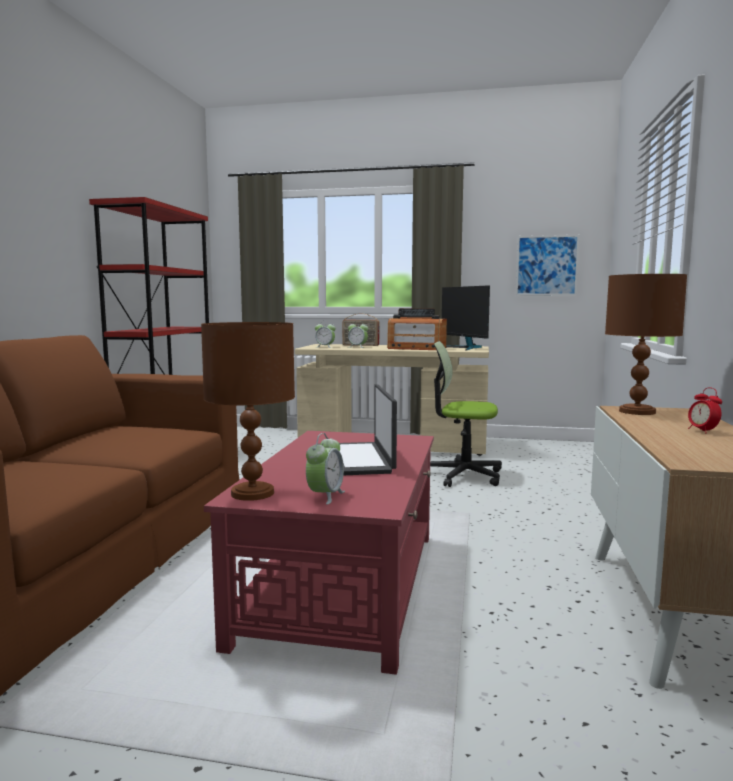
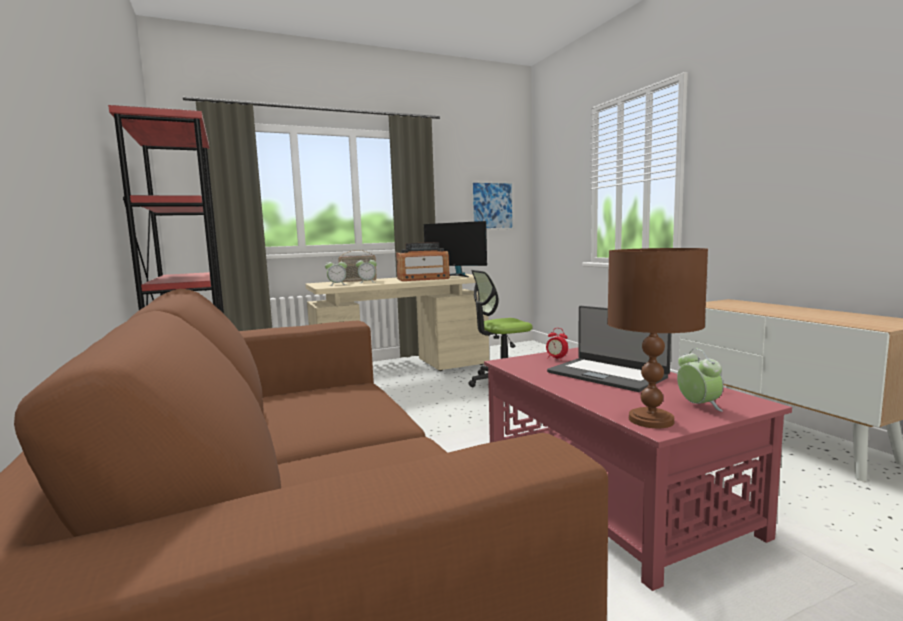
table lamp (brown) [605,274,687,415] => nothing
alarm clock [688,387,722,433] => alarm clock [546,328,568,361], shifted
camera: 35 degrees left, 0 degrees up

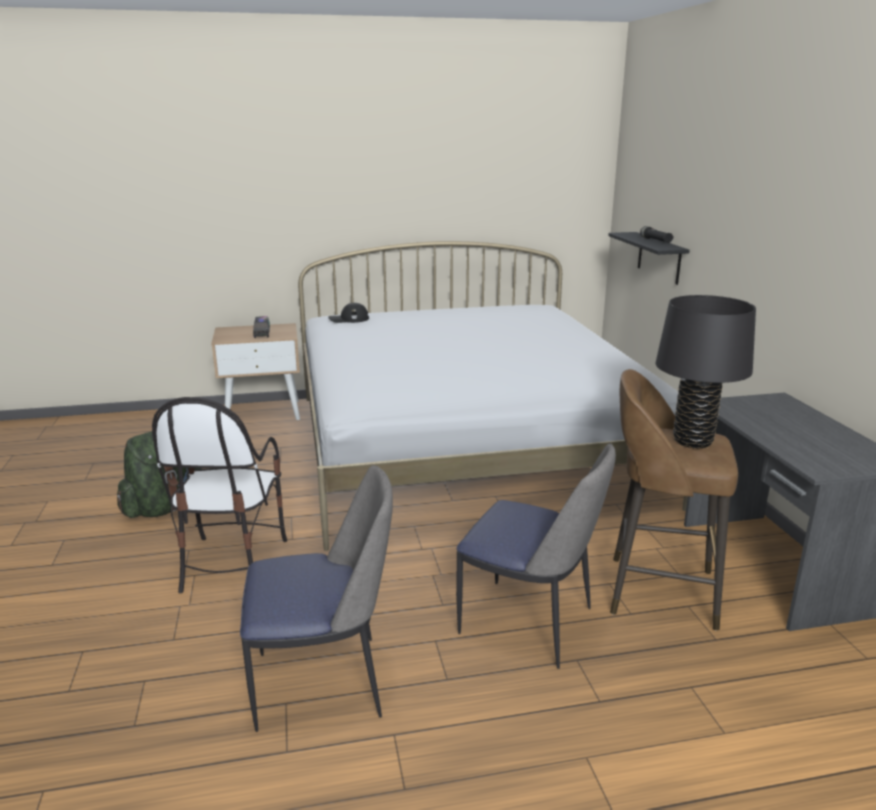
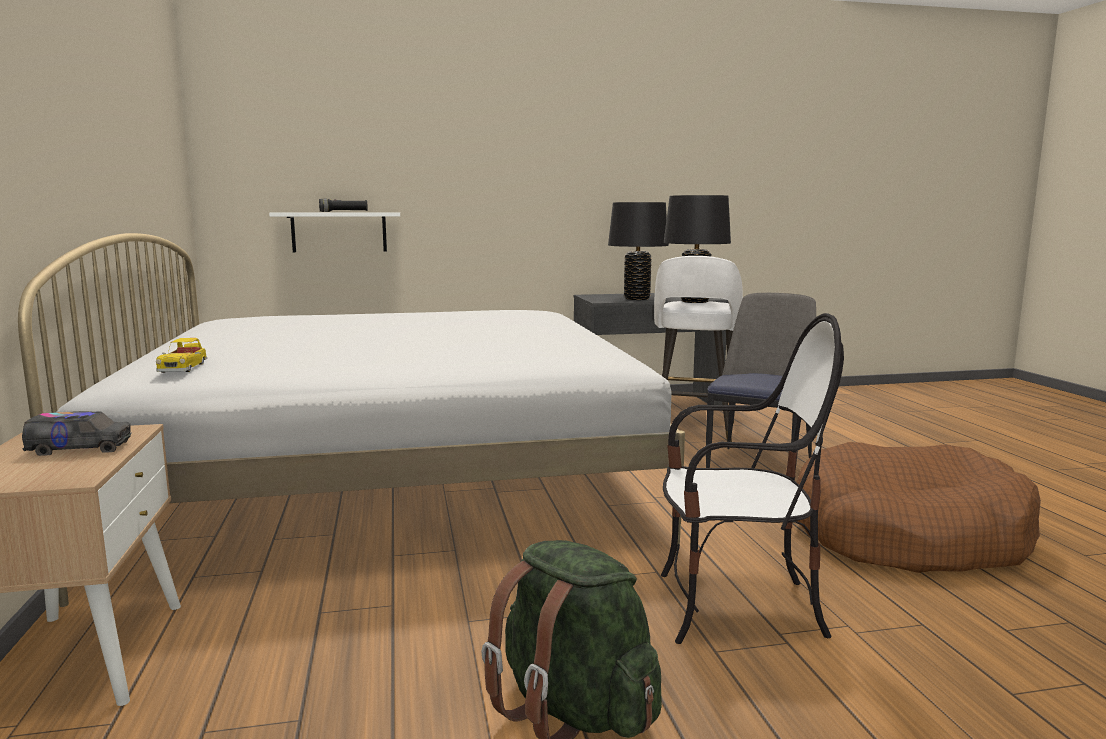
chair [240,465,393,732] => dog bed (brown) [797,442,1041,573]
cap (black) [328,303,369,323] => toy car [156,338,207,373]
shelf (black) [608,232,690,285] => shelf (white) [269,212,400,252]
stool (brown) [610,369,738,631] => stool (white) [654,256,743,442]
nothing => table lamp (black) [608,202,669,300]
camera: 90 degrees left, 10 degrees down

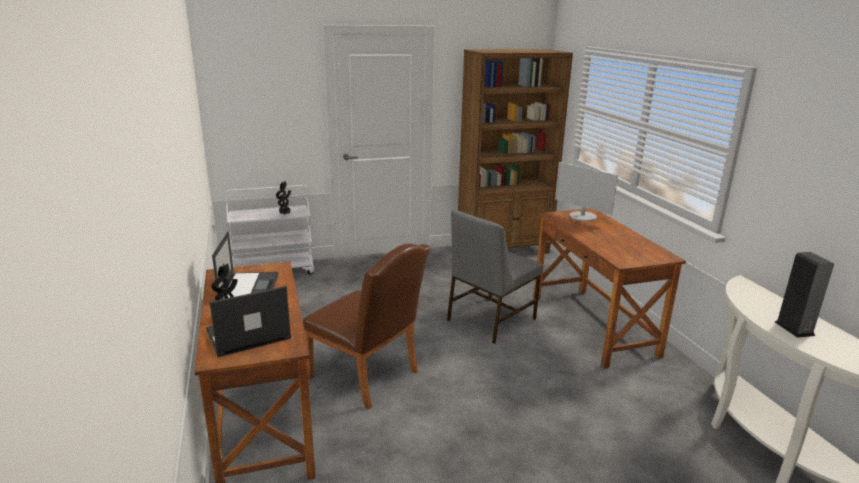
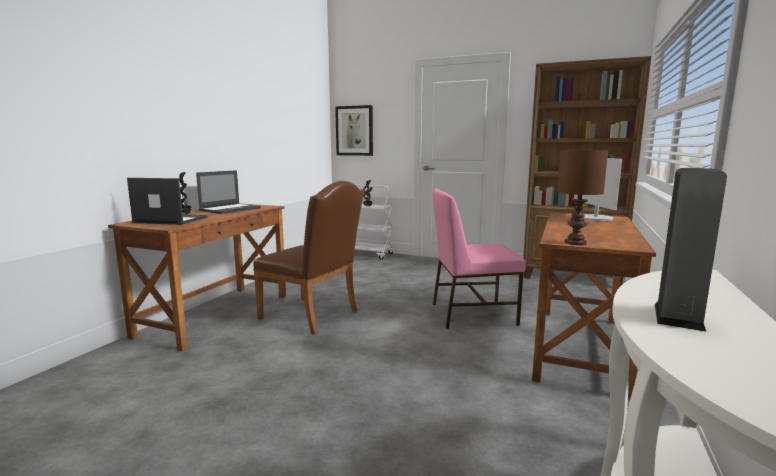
chair (brown) [303,243,430,409] => chair (brown) [253,181,365,335], 45 degrees counterclockwise
chair (grey) [447,210,543,344] => chair (pink) [432,189,526,328]
nothing => picture [335,105,373,156]
nothing => table lamp (brown) [557,150,608,245]
camera: 40 degrees right, 10 degrees down

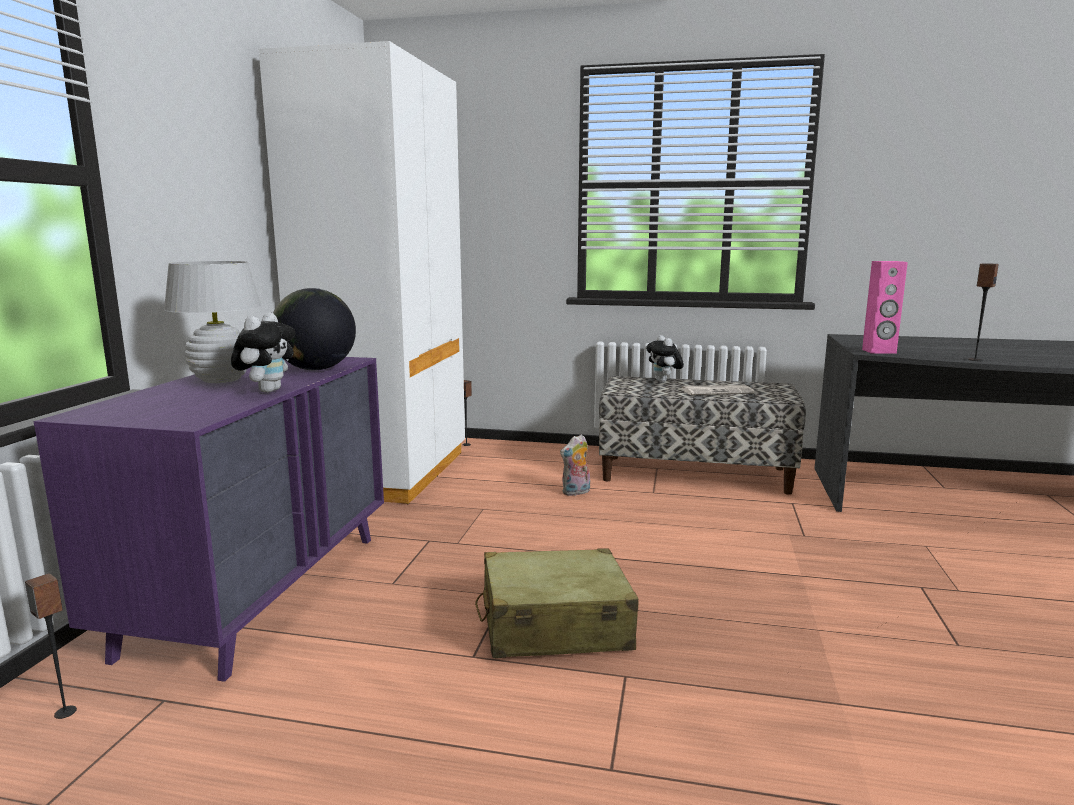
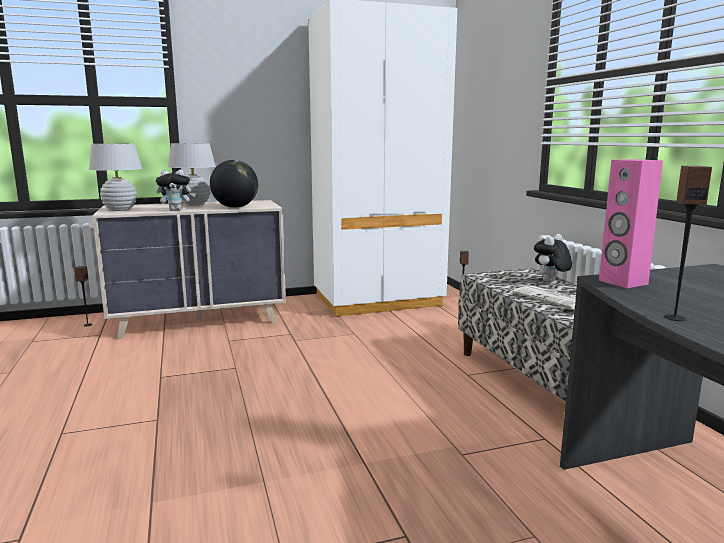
dresser (purple) [34,357,384,682] => dresser (beige) [92,200,286,339]
suitcase (beige) [475,548,639,658] => nothing
plush toy [560,434,590,496] => nothing
nothing => table lamp (white) [89,144,142,211]
camera: 60 degrees right, 0 degrees up

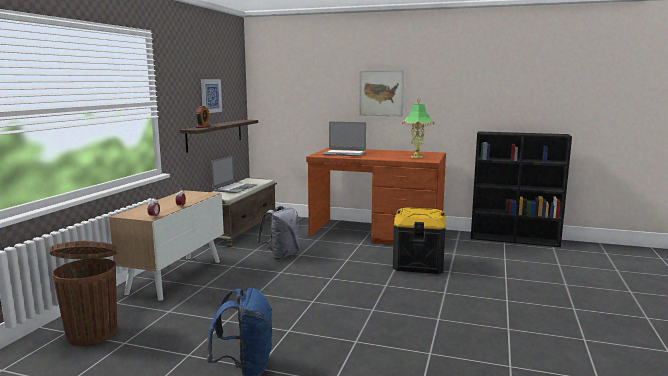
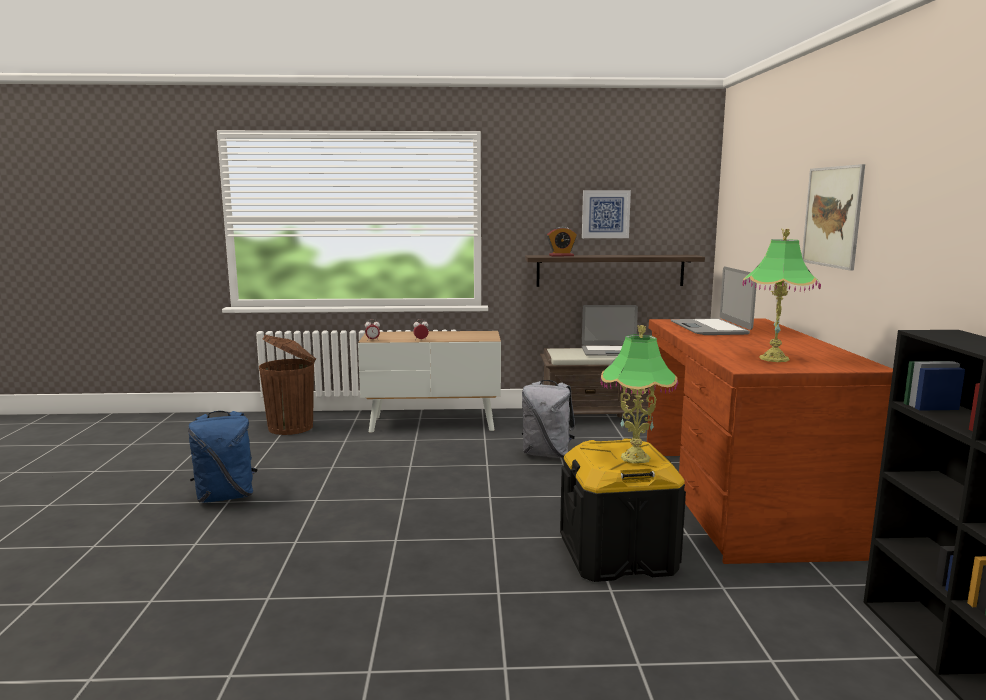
nothing => table lamp [600,325,678,463]
camera: 70 degrees right, 0 degrees up

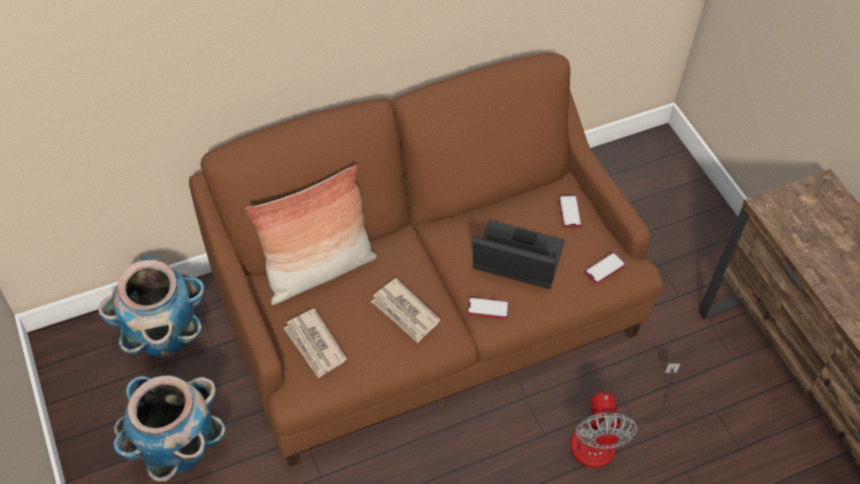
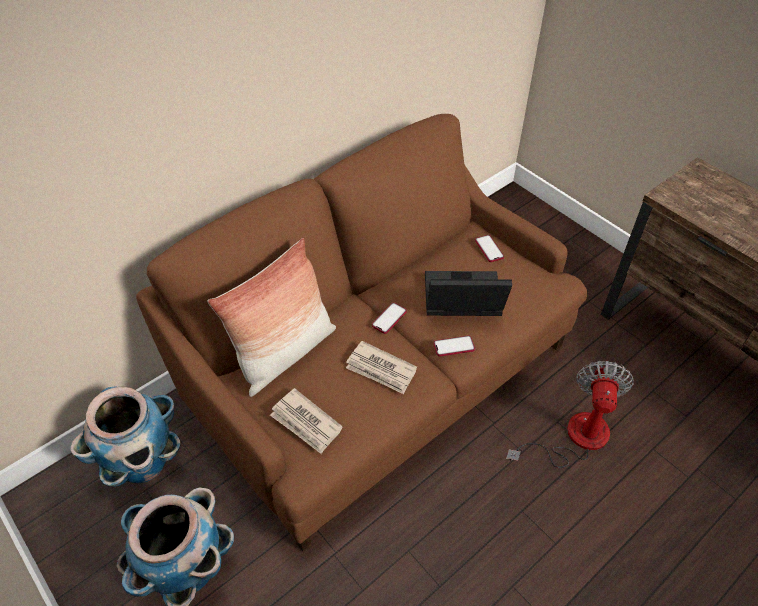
fan [570,364,680,468] => fan [506,361,634,468], 150 degrees counterclockwise
phone [585,252,625,284] => phone [372,303,407,334], shifted
camera: 15 degrees left, 5 degrees down

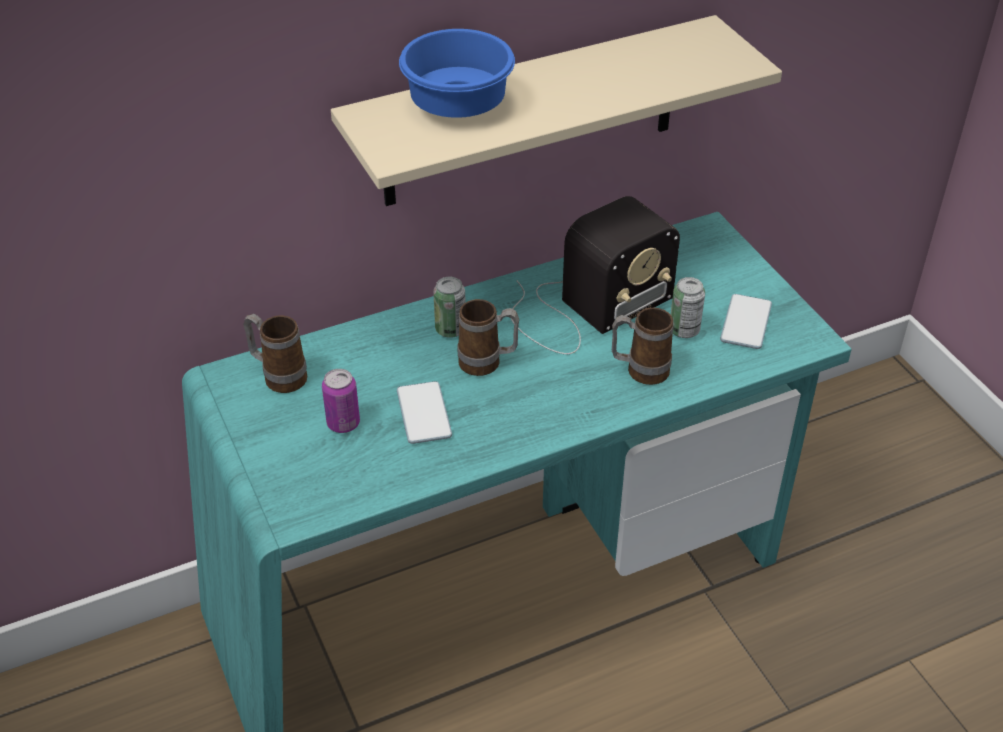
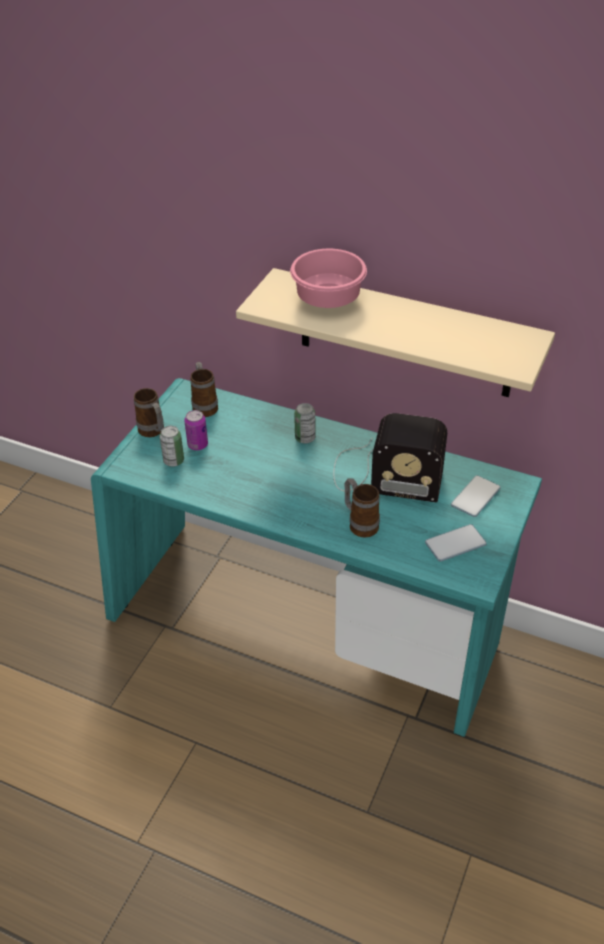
phone [397,381,452,444] => phone [451,475,501,517], shifted
bowl (blue) [399,29,515,118] => bowl (pink) [290,249,367,308]
mug [458,299,519,376] => mug [134,388,164,437], shifted
can [671,277,705,338] => can [160,426,184,467], shifted
camera: 50 degrees right, 0 degrees up

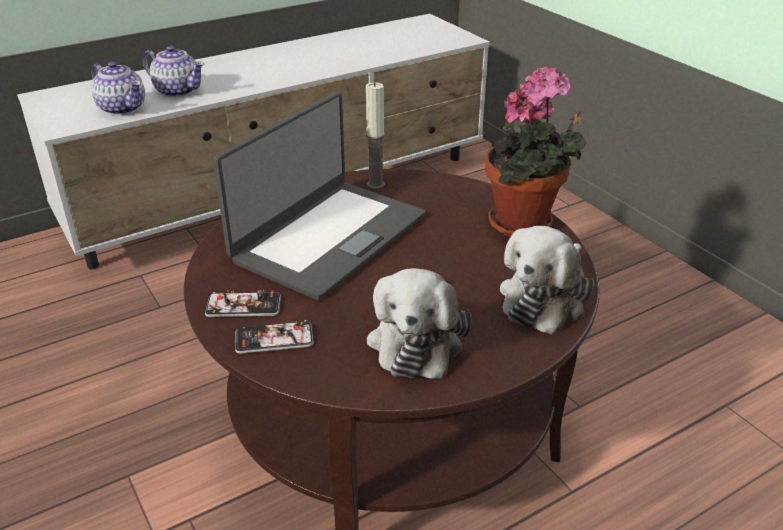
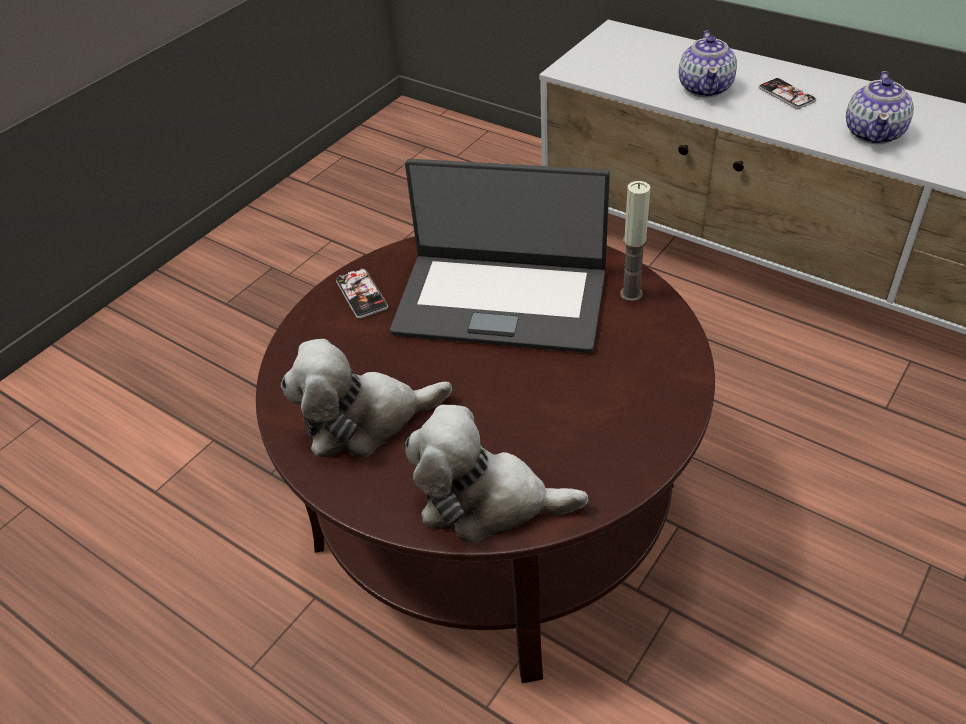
teapot [91,61,145,115] => teapot [846,71,914,144], shifted
phone [235,320,313,354] => phone [759,78,816,109], shifted
potted plant [485,66,586,237] => nothing
camera: 70 degrees right, 10 degrees up

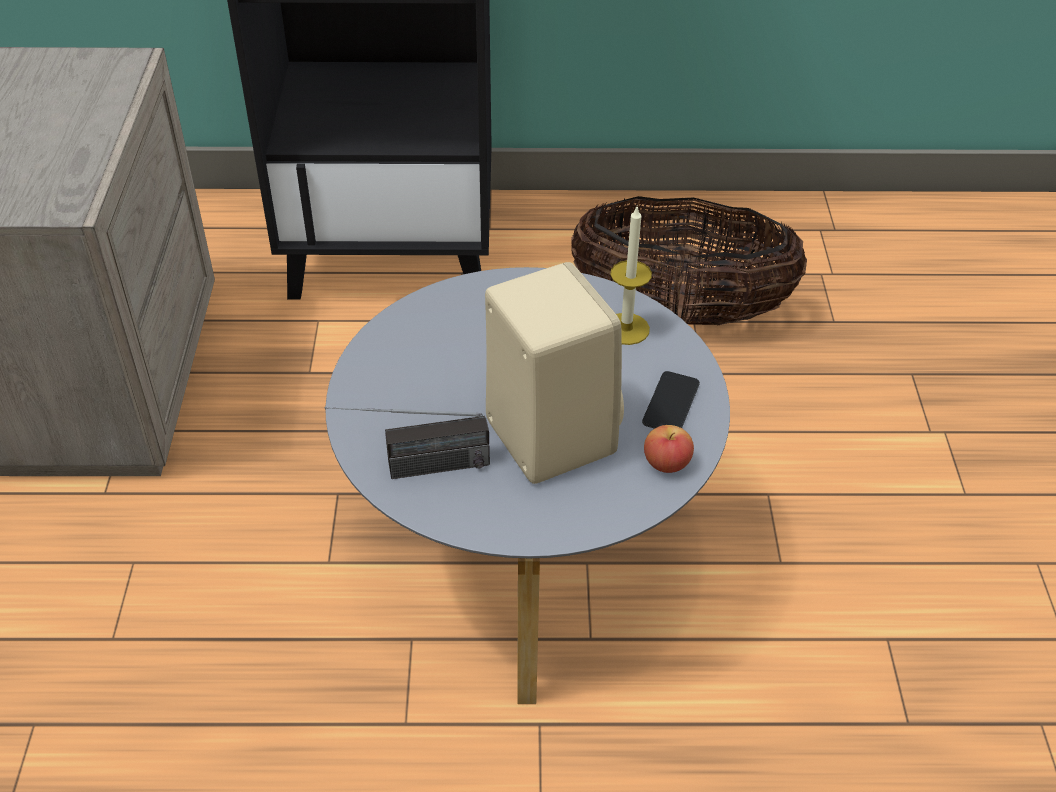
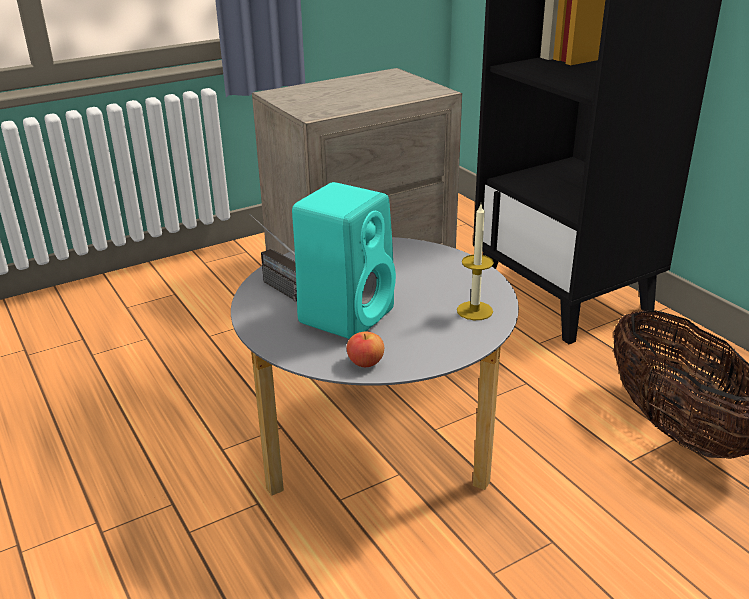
speaker (beige) [485,262,624,484] => speaker (turquoise) [292,182,396,339]
phone [642,371,700,429] => nothing
camera: 60 degrees right, 15 degrees down

